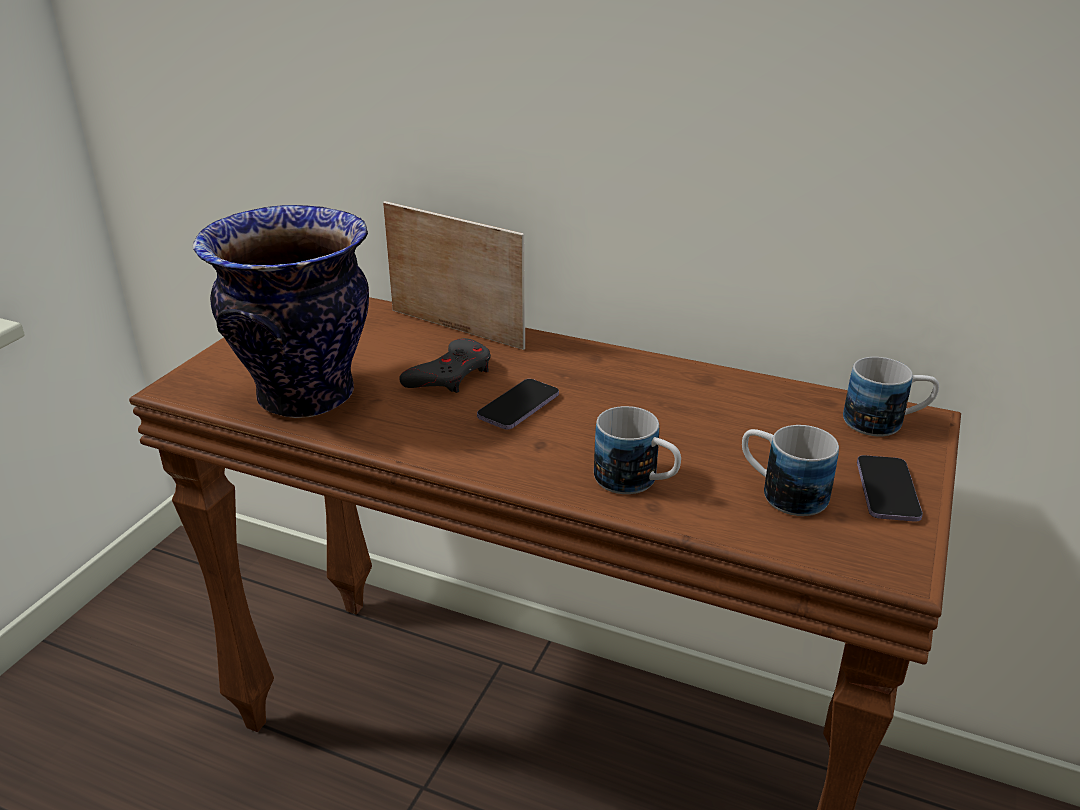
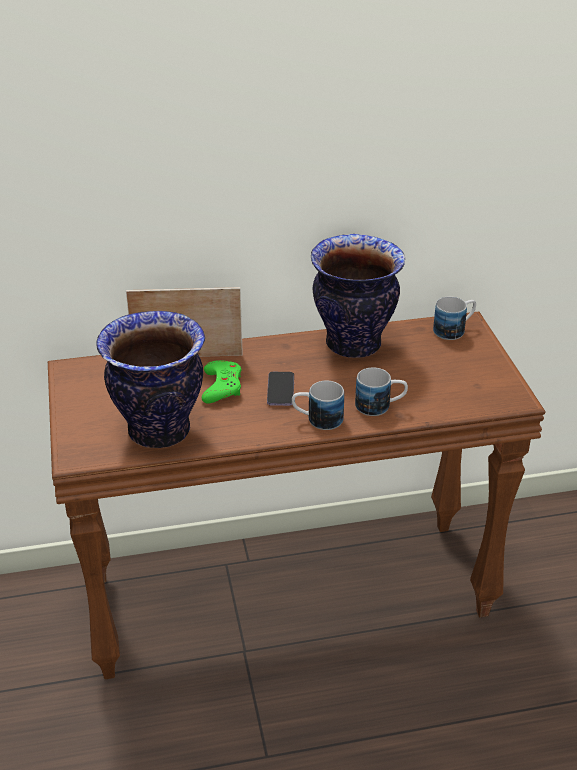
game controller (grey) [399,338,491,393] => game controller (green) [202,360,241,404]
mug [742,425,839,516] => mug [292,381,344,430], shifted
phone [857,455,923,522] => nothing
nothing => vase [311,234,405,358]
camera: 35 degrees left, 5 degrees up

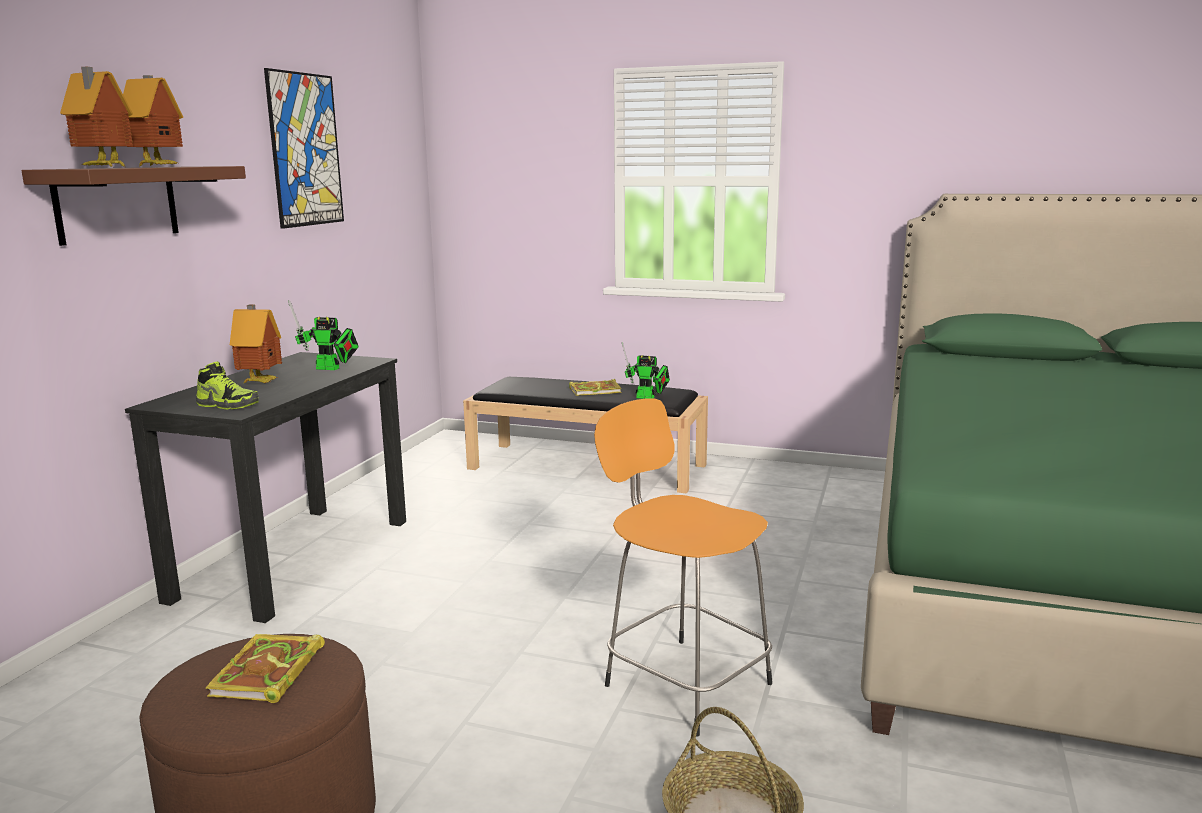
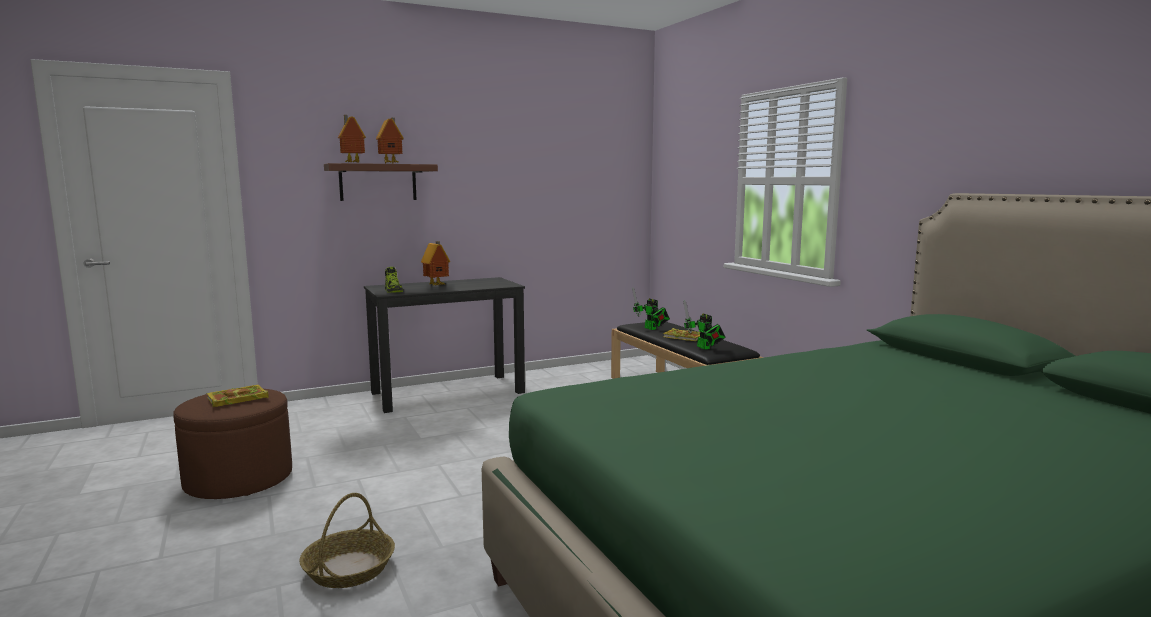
picture [264,68,344,229] => nothing
toy robot [288,300,359,370] => toy robot [632,287,670,330], shifted
stool (orange) [594,398,772,736] => nothing
camera: 45 degrees right, 5 degrees down

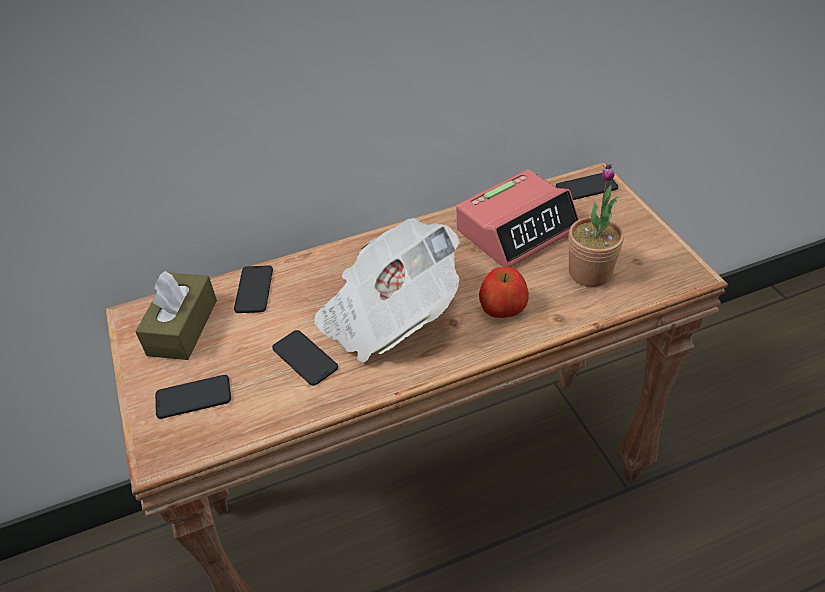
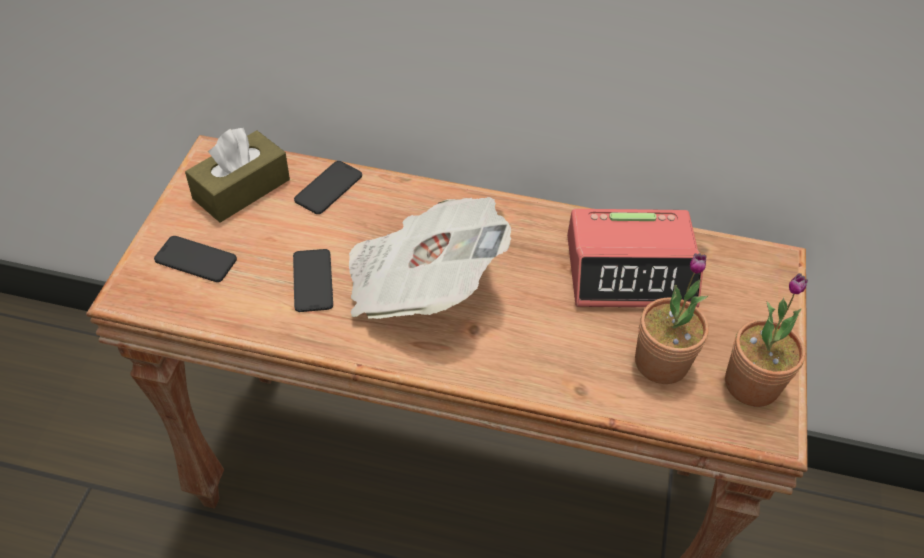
apple [479,267,529,318] => nothing
phone [556,173,618,200] => nothing
nothing => potted plant [725,273,808,407]
camera: 30 degrees right, 5 degrees up

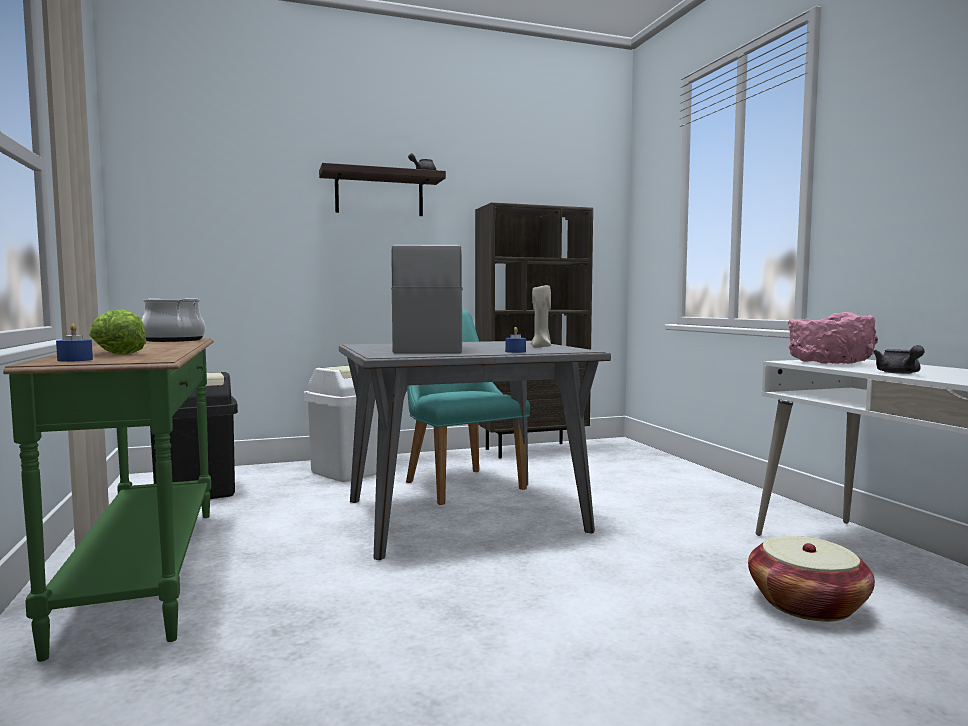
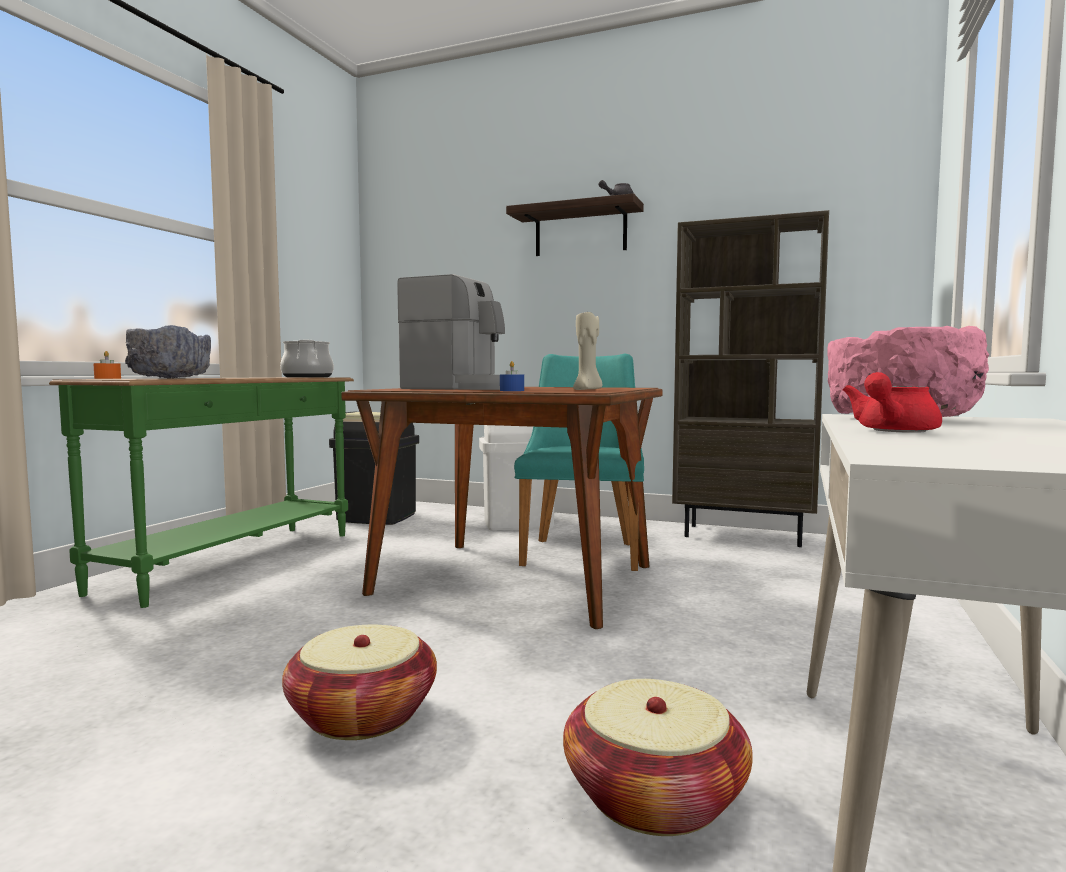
candle (blue) [56,324,93,362] => candle (orange) [93,351,121,379]
lettuce [89,309,146,355] => bowl (grey) [125,325,211,378]
dining table (grey) [339,341,611,560] => dining table (brown) [341,387,663,629]
coffee machine [391,245,463,354] => coffee machine [397,274,505,390], 75 degrees clockwise
teapot (grey) [873,345,925,374] => teapot (red) [843,372,942,433]
nothing => basket [282,625,437,740]
camera: 40 degrees right, 0 degrees up

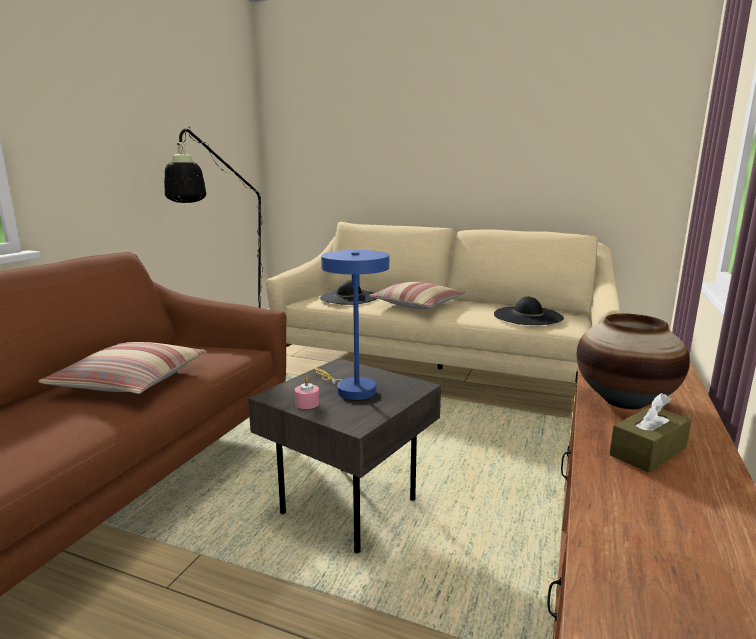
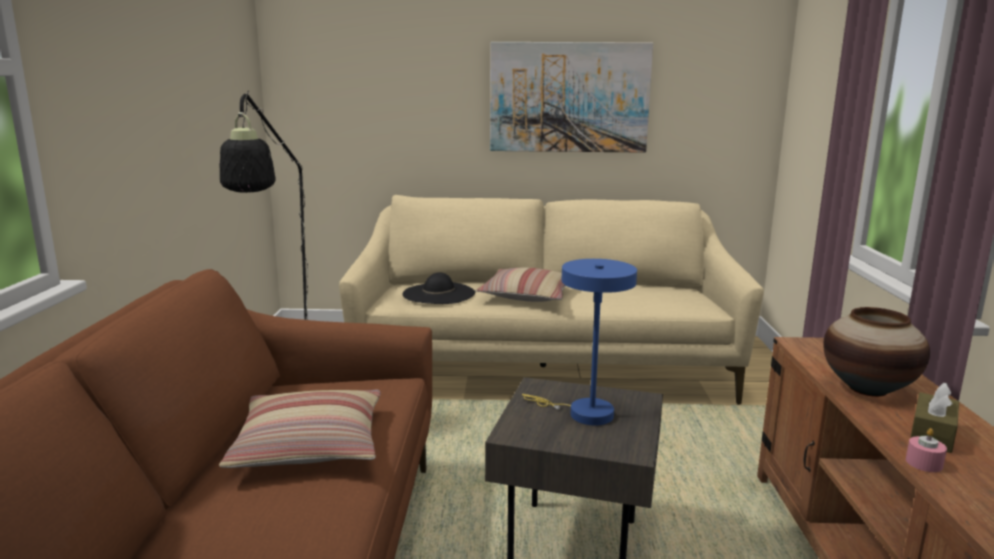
candle (pink) [295,377,320,409] => candle (pink) [906,428,947,472], shifted
hat (black) [494,297,564,325] => nothing
nothing => picture [490,42,653,153]
camera: 20 degrees left, 0 degrees up

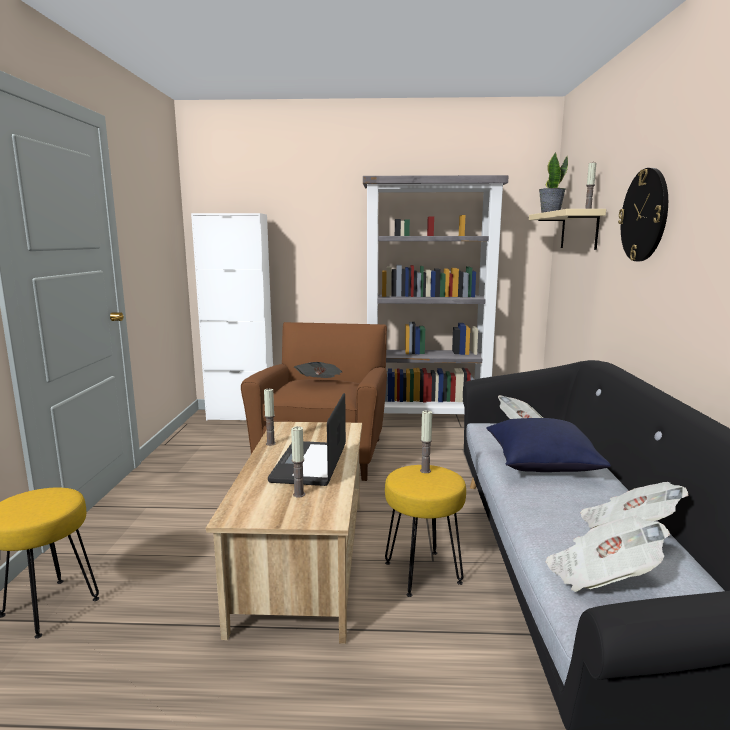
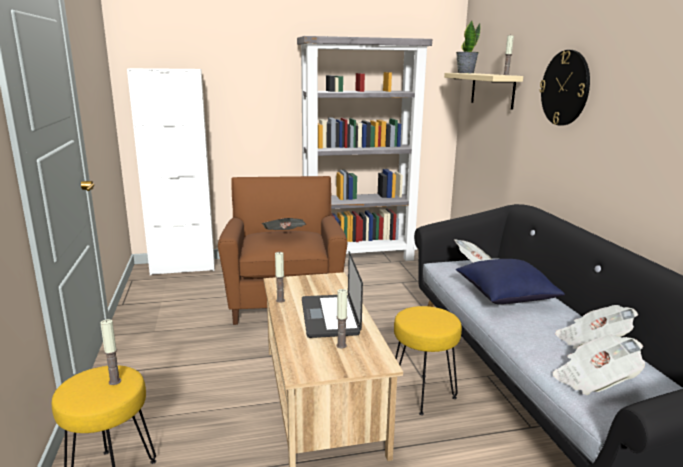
candle [420,410,432,473] => candle [100,319,121,385], shifted
camera: 15 degrees left, 5 degrees up

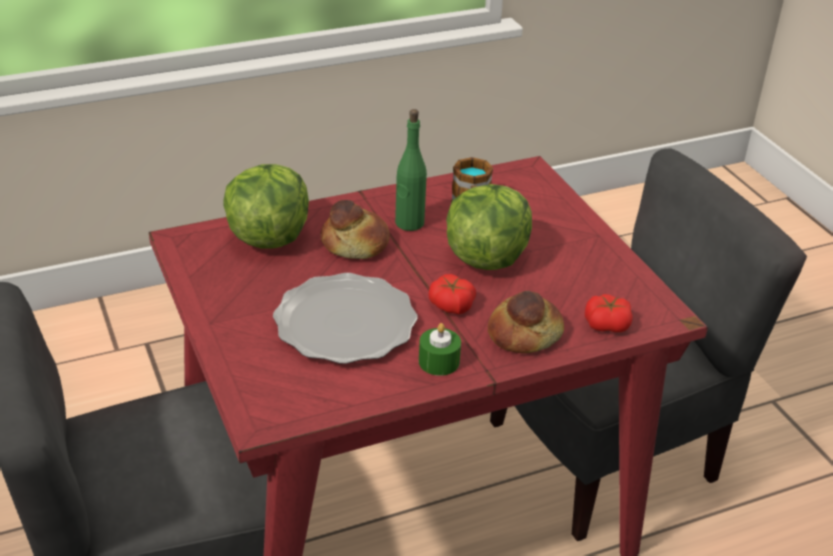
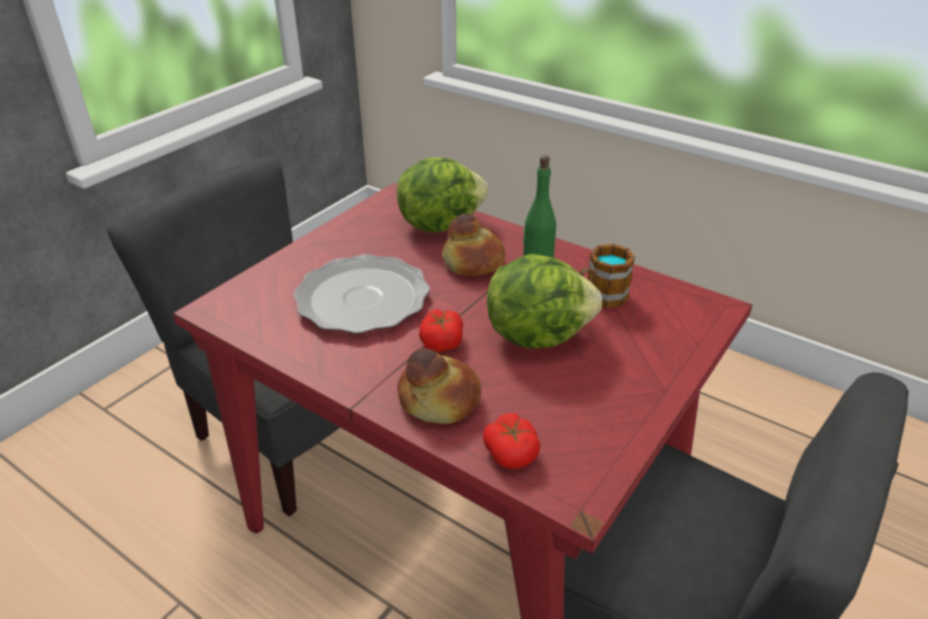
candle (green) [419,323,461,376] => nothing
camera: 60 degrees right, 0 degrees up

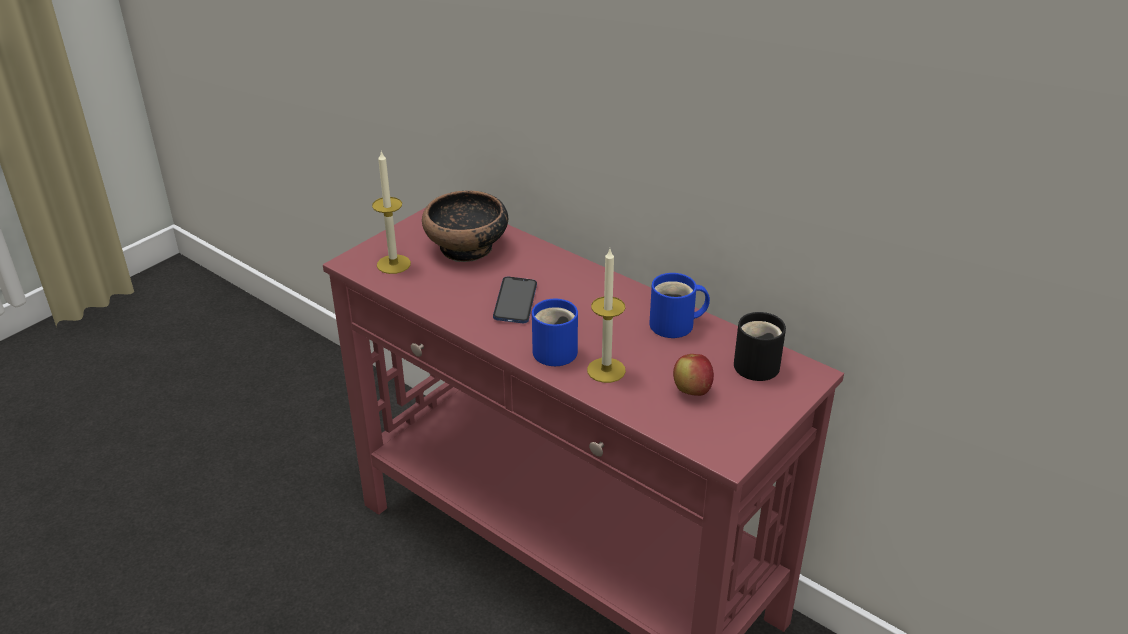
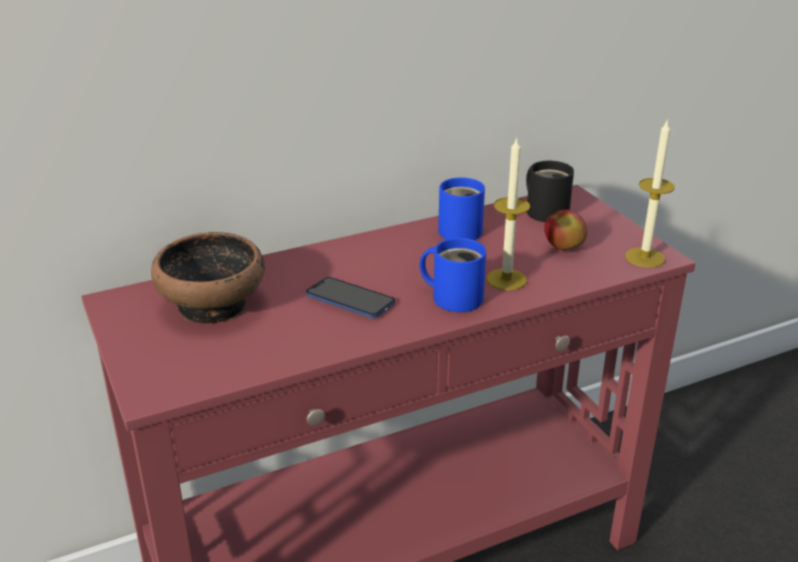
candle [372,151,411,274] => candle [625,119,675,268], shifted
camera: 65 degrees left, 5 degrees down

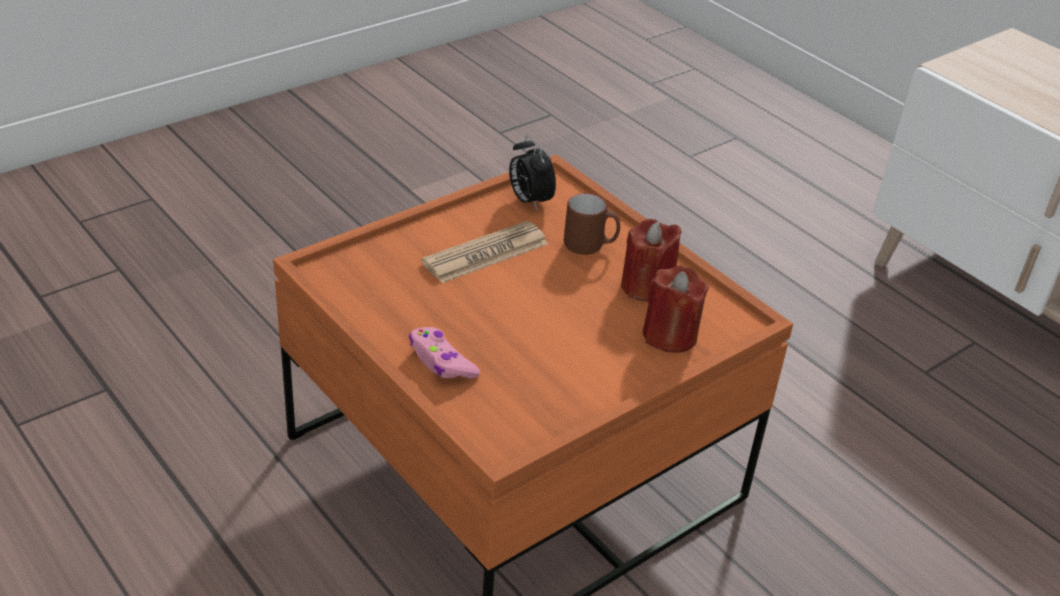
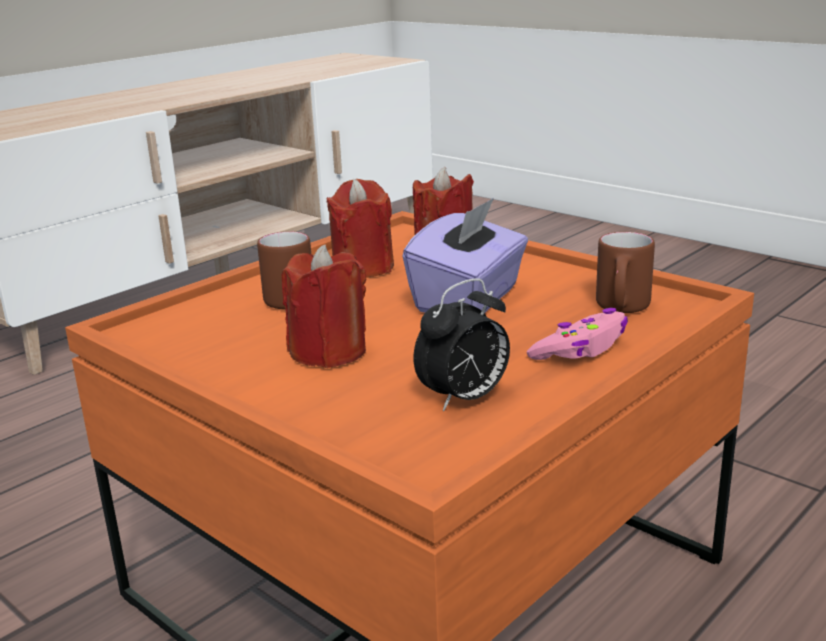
newspaper [421,221,548,283] => candle (red) [281,244,366,368]
alarm clock [509,135,556,211] => alarm clock [414,278,510,411], shifted
nothing => tissue box (purple) [402,198,528,313]
nothing => mug (brown) [596,232,655,313]
camera: 95 degrees left, 15 degrees down

